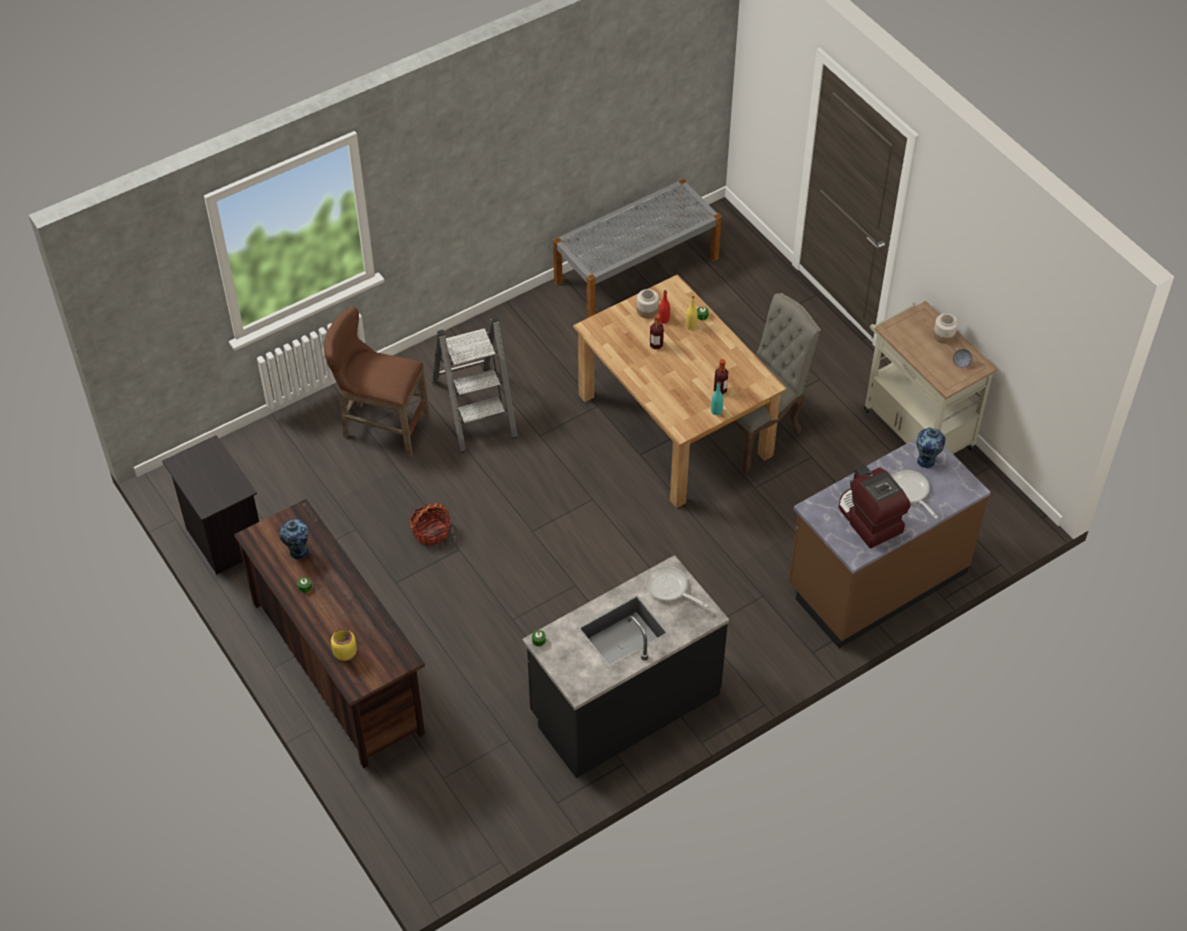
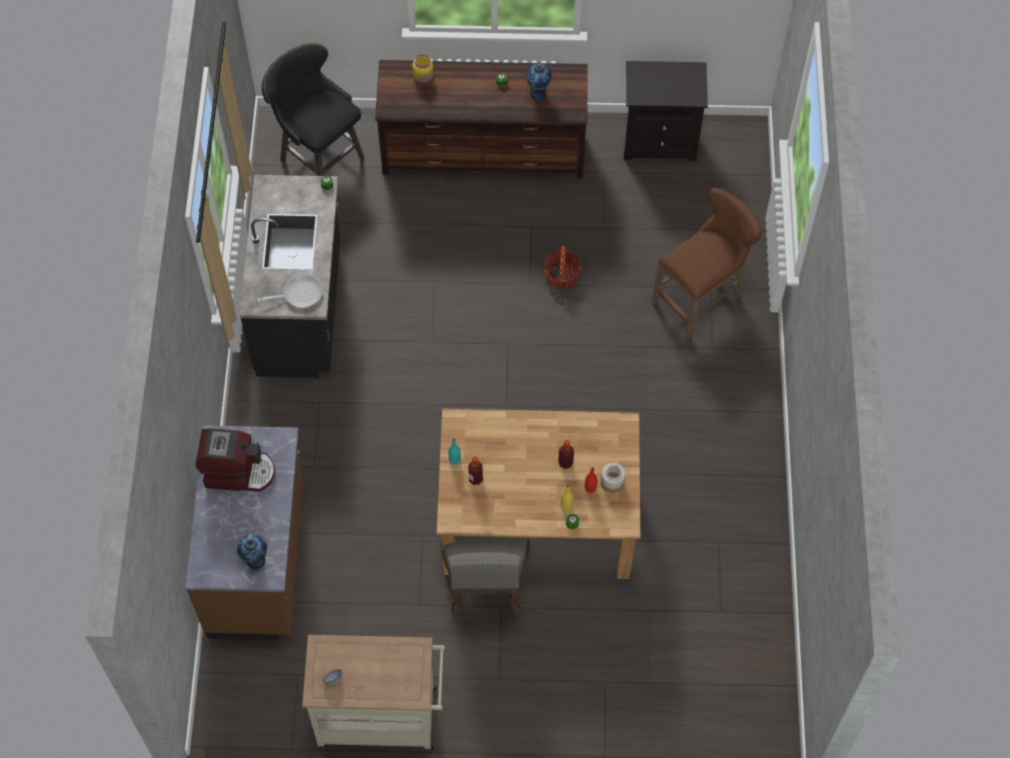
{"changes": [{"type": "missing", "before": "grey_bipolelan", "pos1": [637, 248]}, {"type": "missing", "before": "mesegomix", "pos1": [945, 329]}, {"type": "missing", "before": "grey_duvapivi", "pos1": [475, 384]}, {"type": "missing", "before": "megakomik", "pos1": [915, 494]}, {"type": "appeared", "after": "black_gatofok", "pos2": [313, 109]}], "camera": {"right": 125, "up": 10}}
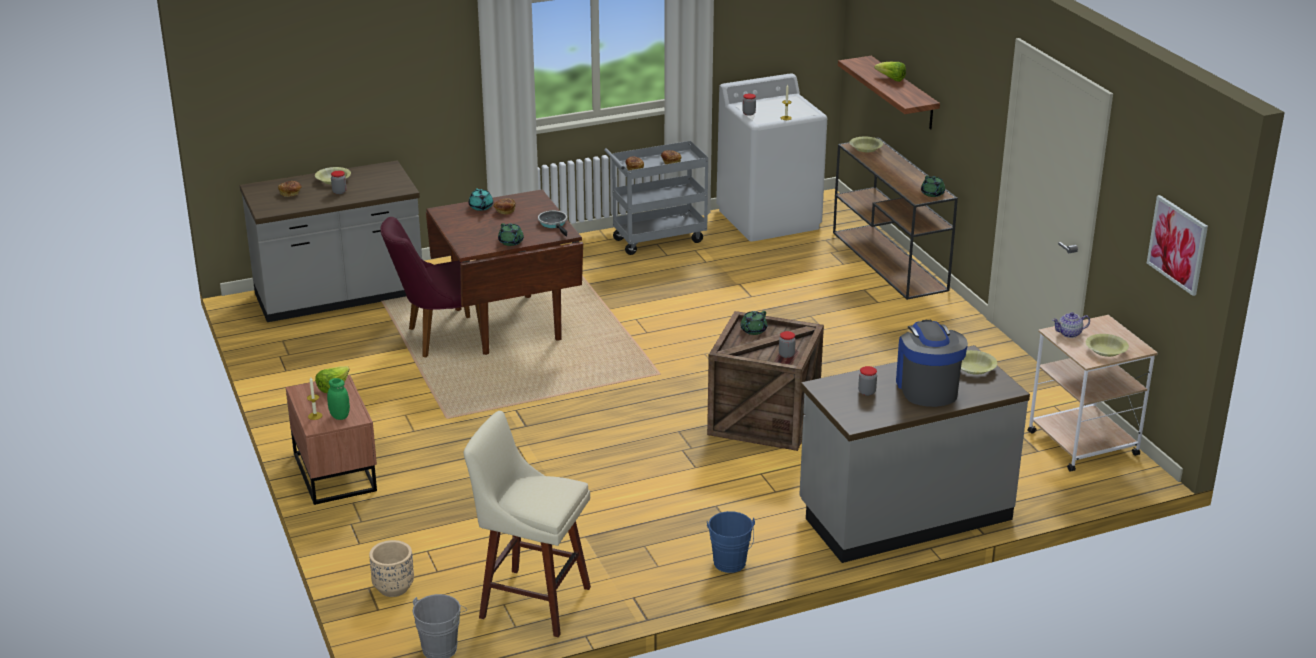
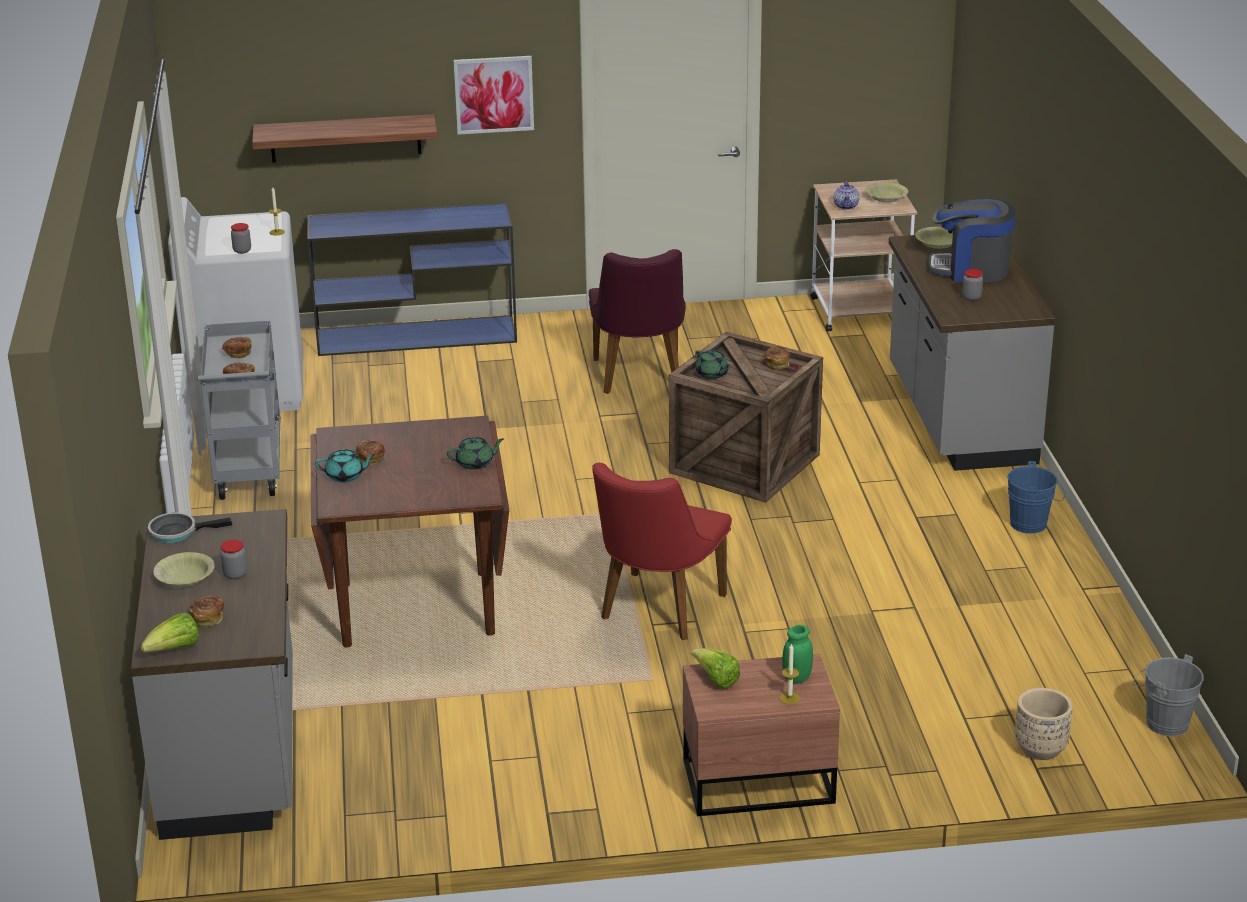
{"changes": [{"type": "relocated", "before": "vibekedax", "pos1": [890, 72], "pos2": [169, 632]}, {"type": "colour", "before": "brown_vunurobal", "after": "blue_vunurobal", "pos1": [895, 218], "pos2": [412, 279]}, {"type": "missing", "before": "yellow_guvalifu", "pos1": [866, 144]}, {"type": "missing", "before": "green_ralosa", "pos1": [933, 186]}, {"type": "relocated", "before": "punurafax", "pos1": [1177, 245], "pos2": [494, 95]}, {"type": "relocated", "before": "megakomik", "pos1": [552, 224], "pos2": [190, 527]}, {"type": "relocated", "before": "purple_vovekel", "pos1": [431, 287], "pos2": [637, 321]}, {"type": "exchanged", "before": "mesegomix", "after": "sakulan", "pos1": [787, 344], "pos2": [777, 358]}, {"type": "missing", "before": "beige_gatofok", "pos1": [527, 524]}, {"type": "appeared", "after": "red_vovekel", "pos2": [662, 551]}], "camera": {"right": -75, "up": 0}}
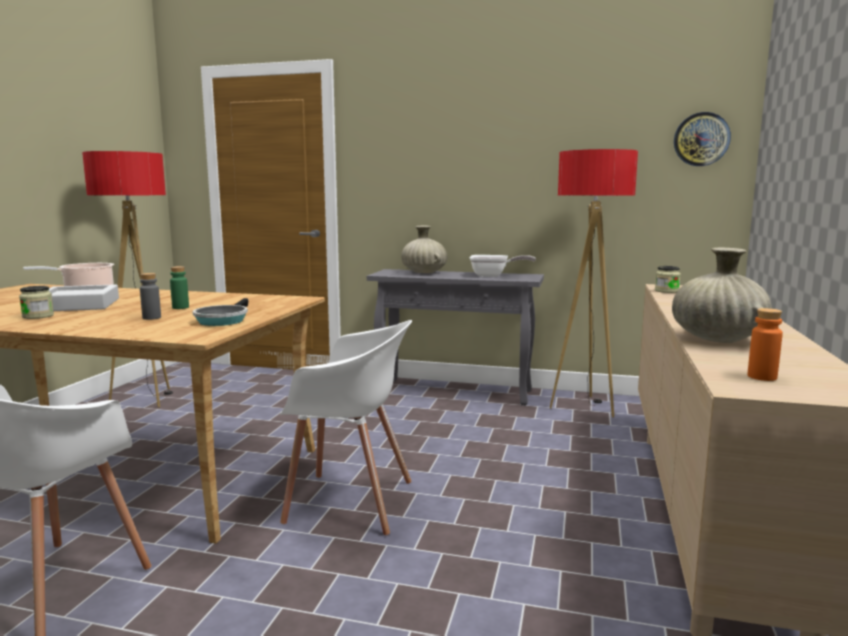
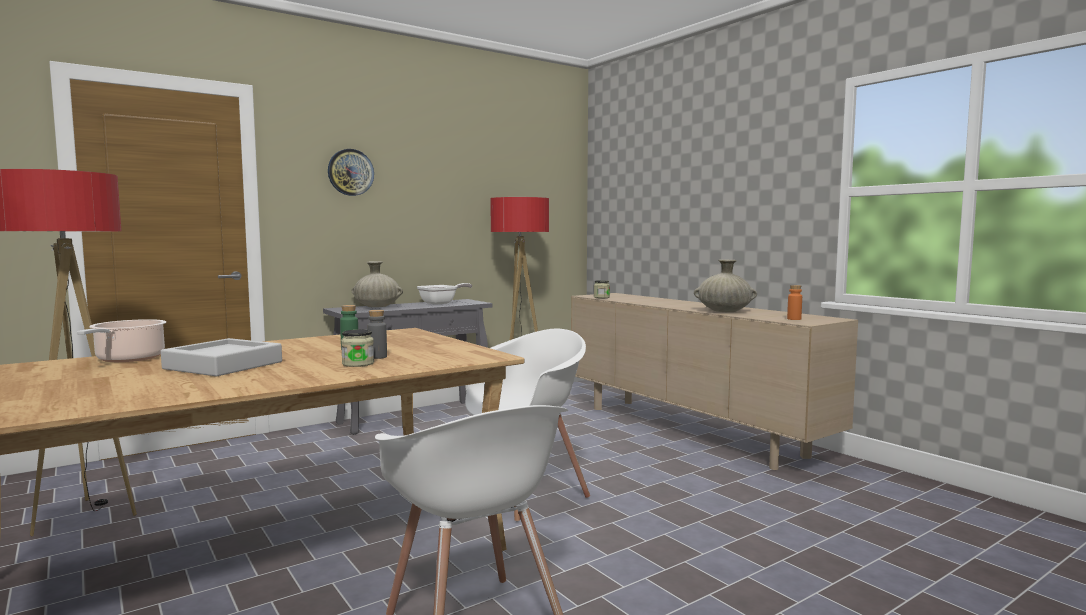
{"changes": [{"type": "relocated", "before": "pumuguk", "pos1": [702, 139], "pos2": [351, 172]}, {"type": "relocated", "before": "mesegomix", "pos1": [36, 302], "pos2": [357, 348]}, {"type": "missing", "before": "megakomik", "pos1": [221, 312]}], "camera": {"right": -50, "up": -5}}
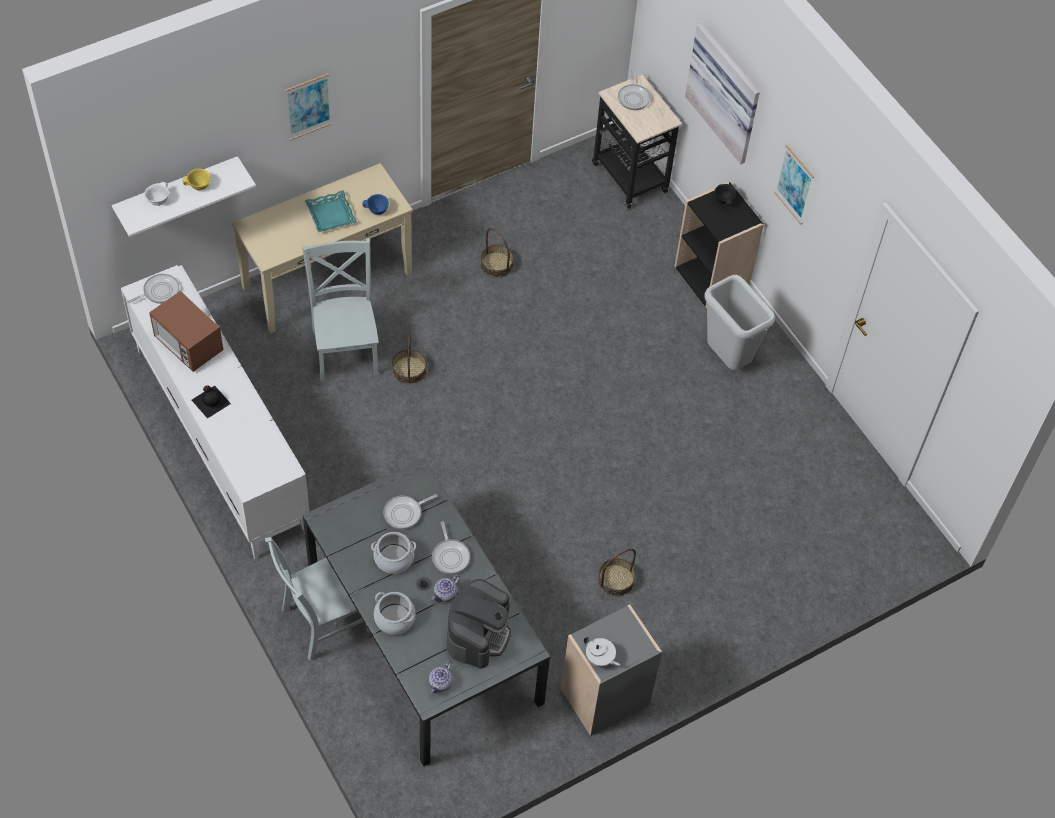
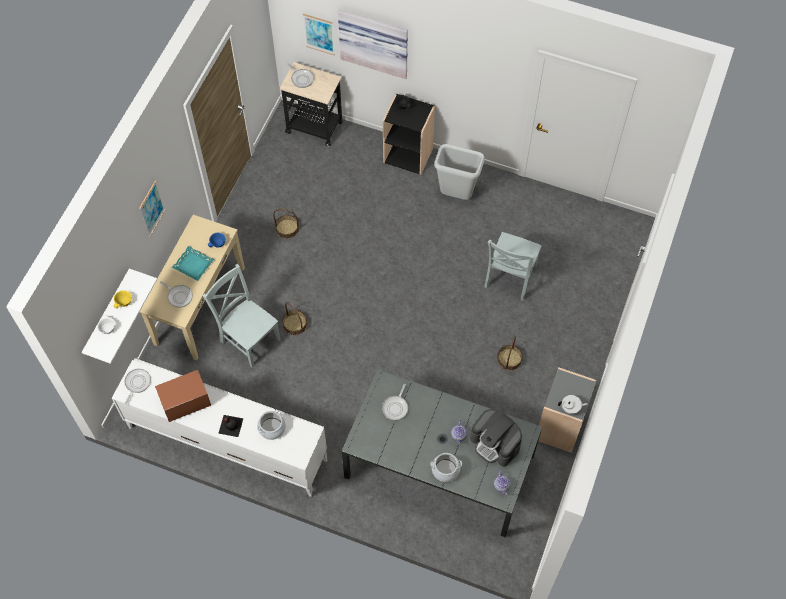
{"changes": [{"type": "relocated", "before": "punurafax", "pos1": [794, 185], "pos2": [319, 34]}, {"type": "spun", "before": "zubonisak", "pos1": [186, 331], "pos2": [183, 396], "turn": 150}, {"type": "relocated", "before": "megakomik", "pos1": [451, 547], "pos2": [176, 294]}, {"type": "relocated", "before": "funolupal", "pos1": [393, 553], "pos2": [271, 425]}, {"type": "relocated", "before": "grey_vovekel", "pos1": [317, 599], "pos2": [513, 266]}, {"type": "spun", "before": "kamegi", "pos1": [479, 624], "pos2": [496, 438], "turn": 150}], "camera": {"right": -35, "up": 5}}
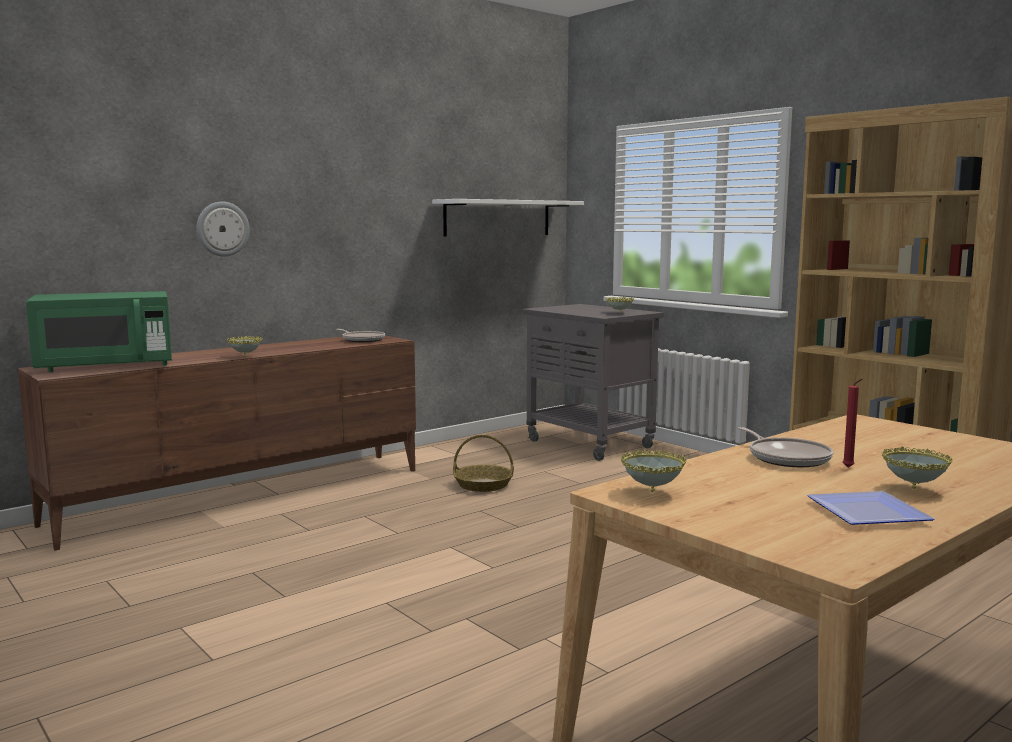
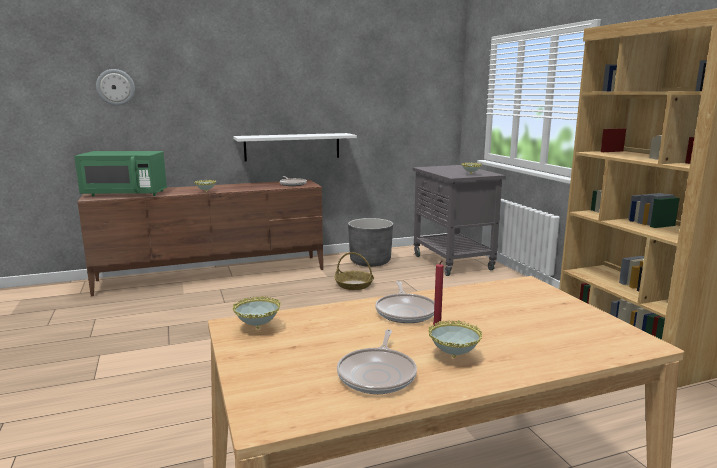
{"changes": [{"type": "relocated", "before": "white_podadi", "pos1": [508, 218], "pos2": [295, 147]}, {"type": "relocated", "before": "pumuguk", "pos1": [223, 229], "pos2": [115, 87]}, {"type": "exchanged", "before": "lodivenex", "after": "megakomik", "pos1": [870, 508], "pos2": [377, 361]}, {"type": "appeared", "after": "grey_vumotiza", "pos2": [370, 242]}], "camera": {"right": 20, "up": 5}}
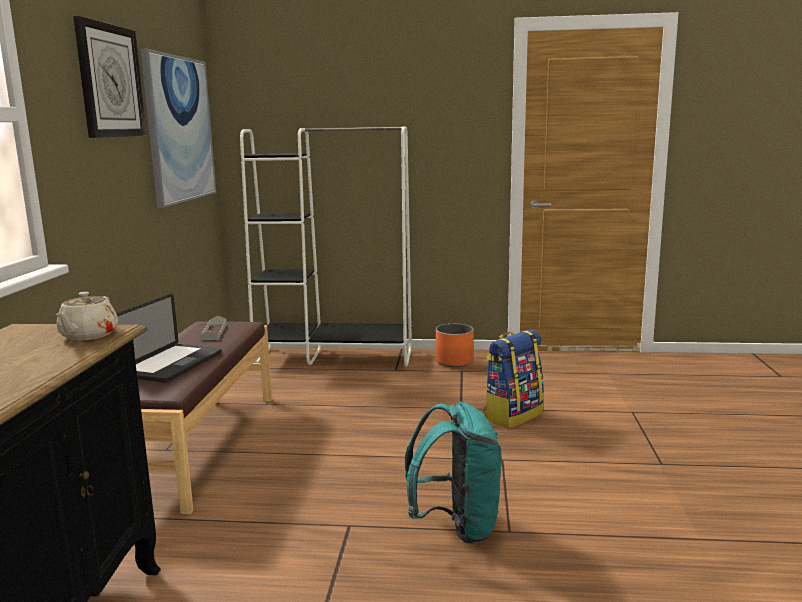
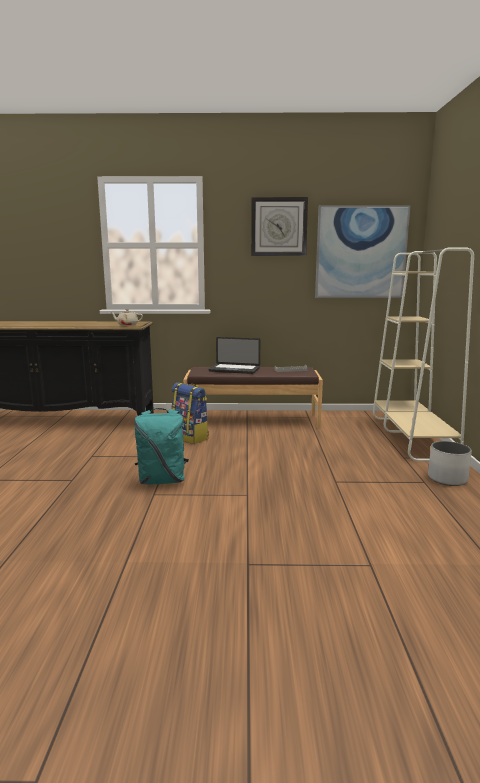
{"changes": [{"type": "colour", "before": "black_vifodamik", "after": "beige_vifodamik", "pos1": [326, 246], "pos2": [423, 354]}, {"type": "colour", "before": "orange_vumotiza", "after": "white_vumotiza", "pos1": [454, 345], "pos2": [450, 463]}, {"type": "relocated", "before": "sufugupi", "pos1": [514, 379], "pos2": [190, 413]}], "camera": {"right": 85, "up": 0}}
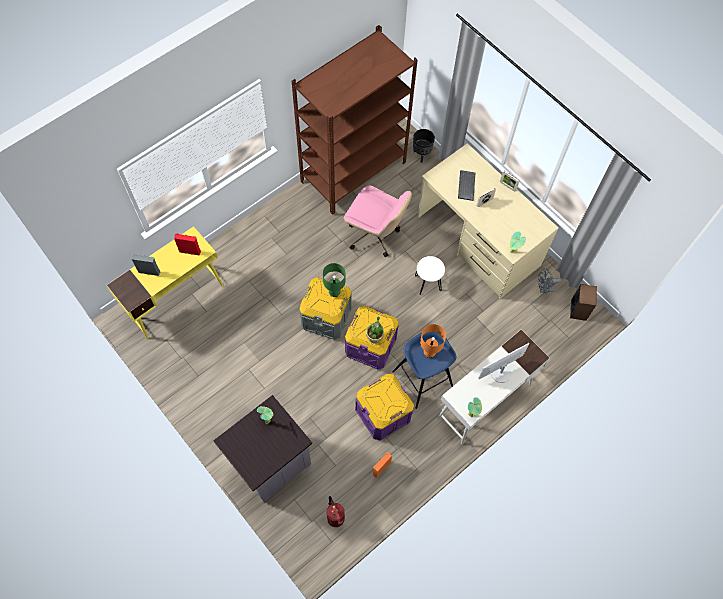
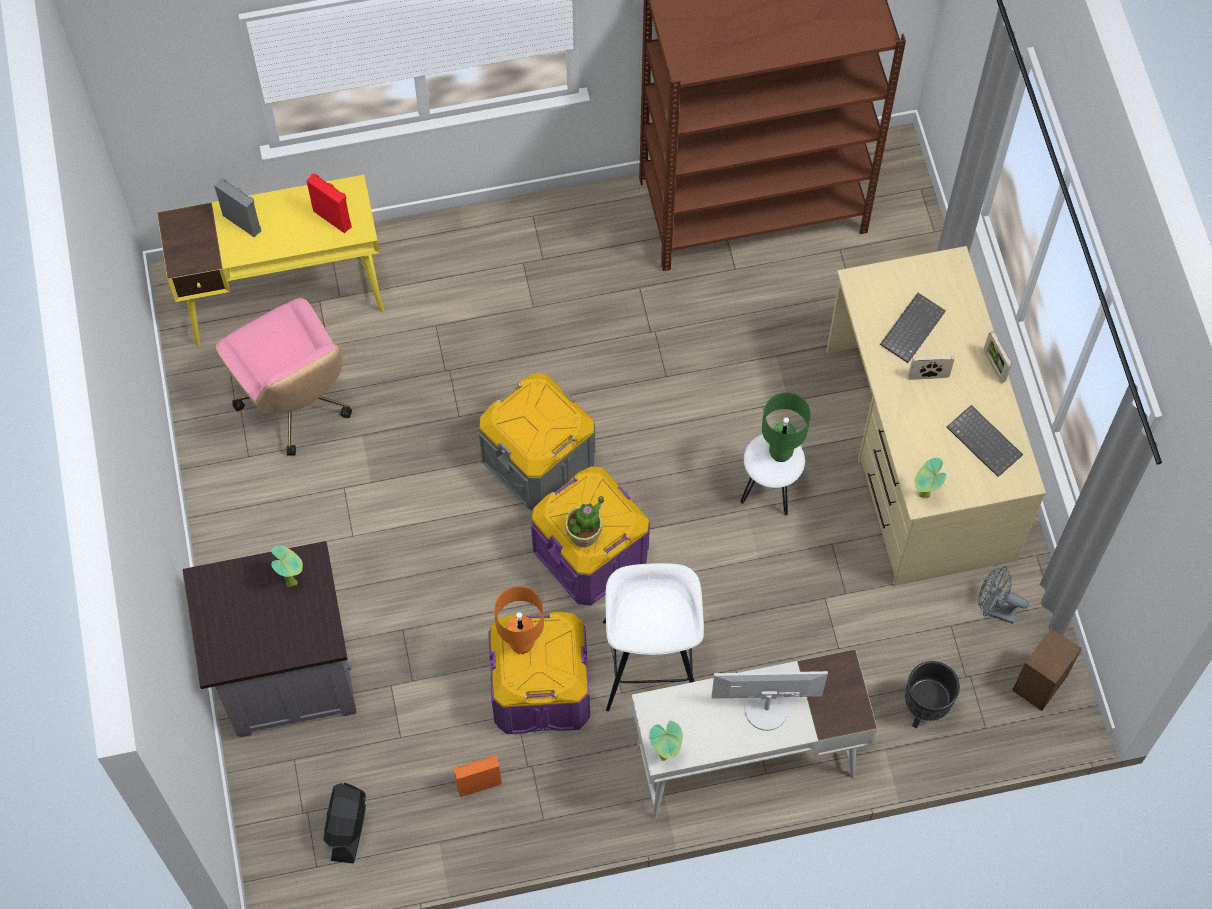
{"changes": [{"type": "relocated", "before": "black_vumotiza", "pos1": [424, 146], "pos2": [932, 695]}, {"type": "relocated", "before": "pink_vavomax", "pos1": [378, 221], "pos2": [284, 377]}, {"type": "relocated", "before": "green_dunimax", "pos1": [334, 280], "pos2": [786, 427]}, {"type": "relocated", "before": "orange_dunimax", "pos1": [433, 341], "pos2": [519, 620]}, {"type": "colour", "before": "blue_gatofok", "after": "white_gatofok", "pos1": [425, 370], "pos2": [653, 637]}, {"type": "exchanged", "before": "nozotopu", "after": "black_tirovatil", "pos1": [336, 511], "pos2": [344, 823]}, {"type": "appeared", "after": "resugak", "pos2": [985, 441]}], "camera": {"right": 30, "up": 0}}
